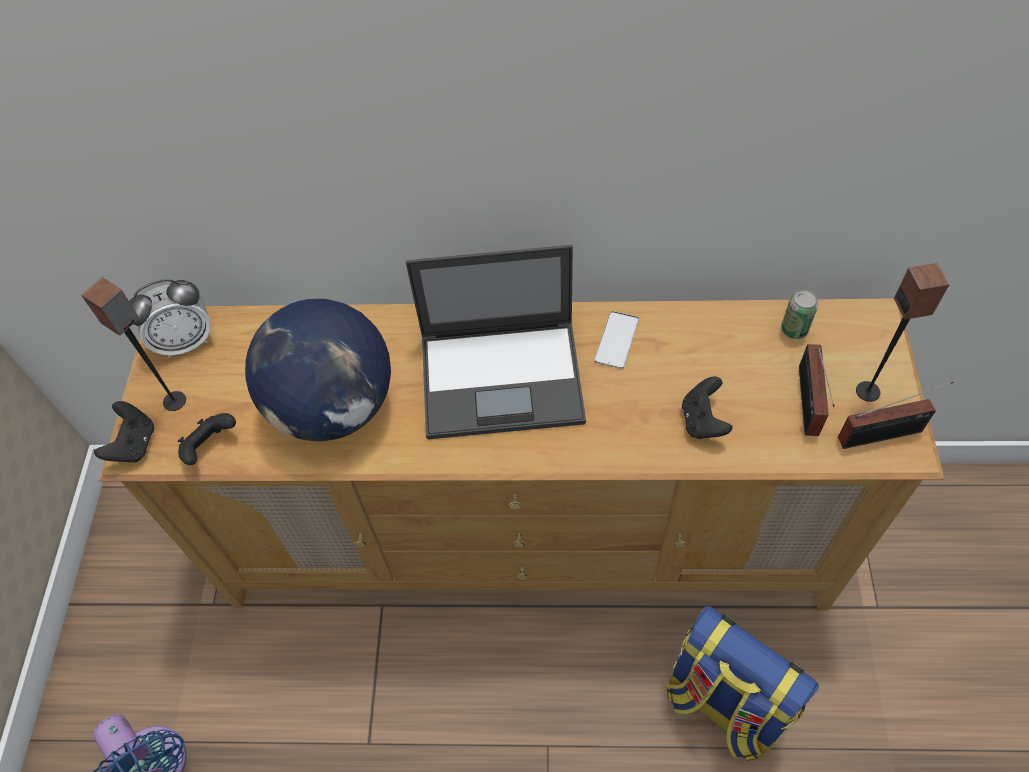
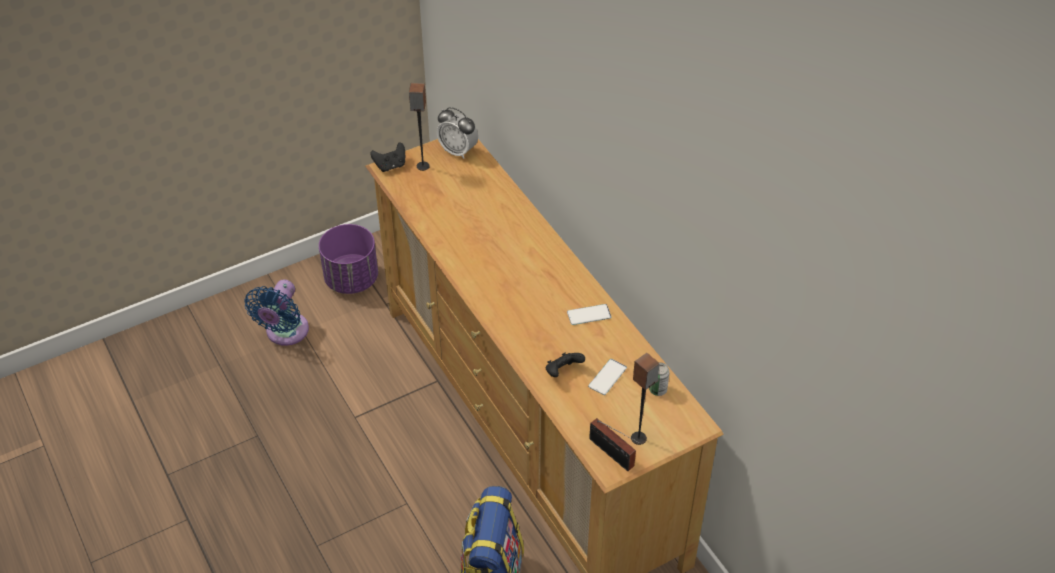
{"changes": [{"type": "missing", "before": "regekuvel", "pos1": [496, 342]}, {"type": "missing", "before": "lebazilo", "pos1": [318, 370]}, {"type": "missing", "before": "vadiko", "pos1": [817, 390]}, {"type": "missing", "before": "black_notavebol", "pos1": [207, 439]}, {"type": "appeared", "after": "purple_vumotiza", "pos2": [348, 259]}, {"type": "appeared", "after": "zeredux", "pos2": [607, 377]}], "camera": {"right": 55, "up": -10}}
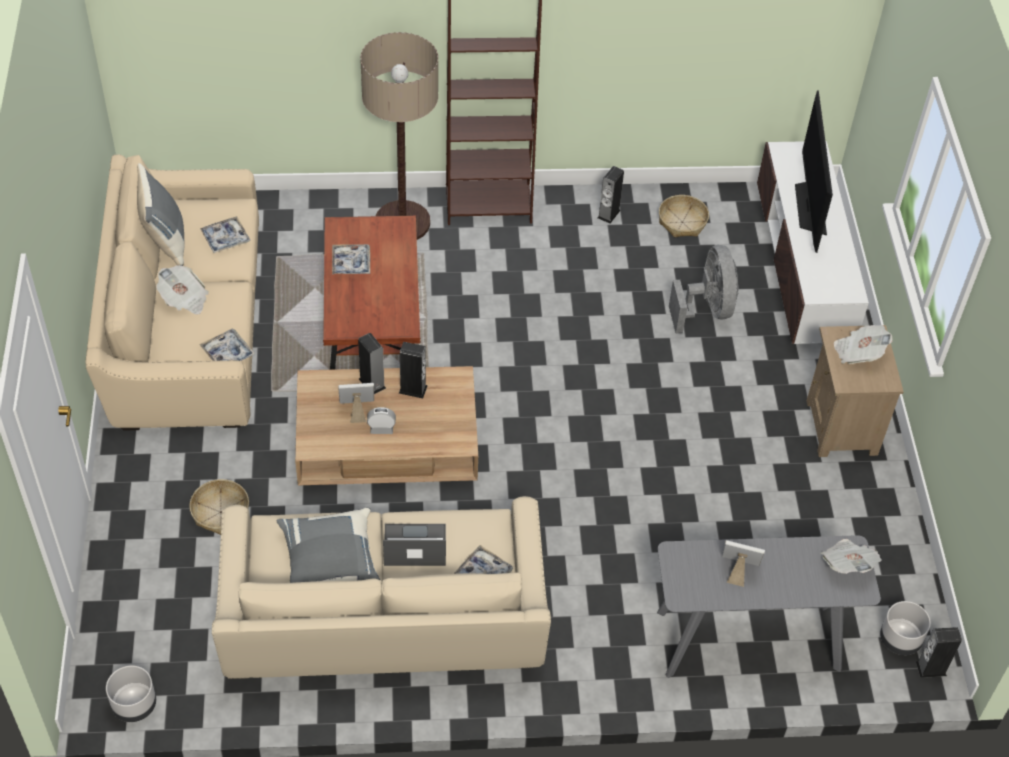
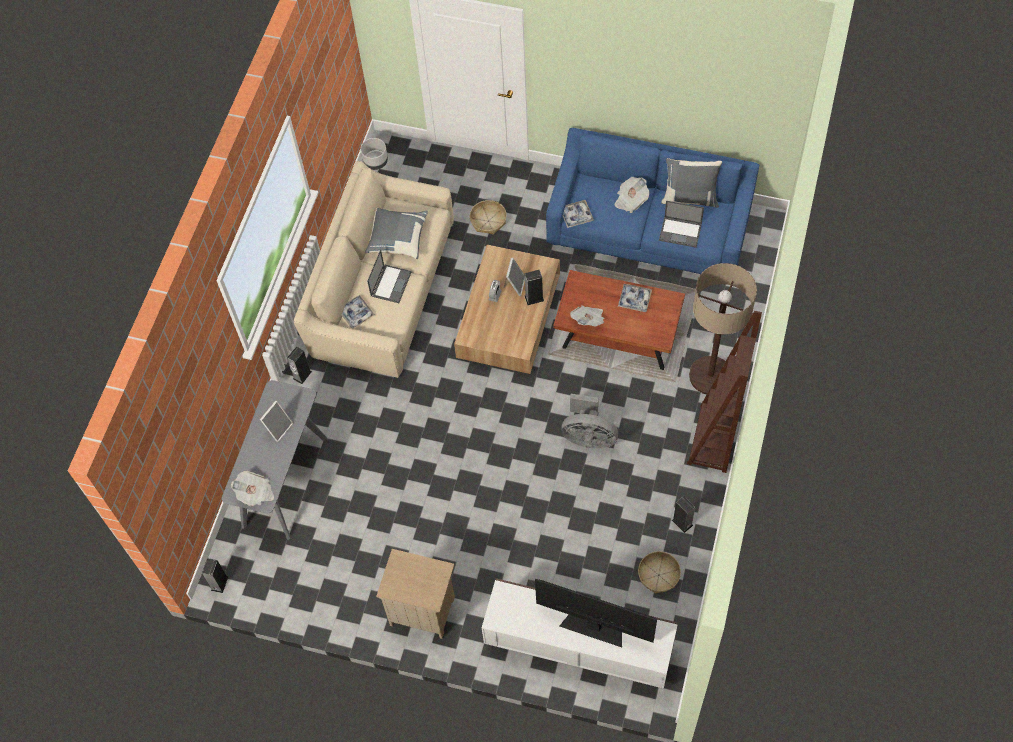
{"changes": [{"type": "colour", "before": "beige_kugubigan", "after": "blue_kugubigan", "pos1": [172, 292], "pos2": [652, 201]}, {"type": "exchanged", "before": "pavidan", "after": "regekuvel", "pos1": [225, 234], "pos2": [681, 224]}, {"type": "relocated", "before": "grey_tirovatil", "pos1": [704, 289], "pos2": [590, 421]}, {"type": "relocated", "before": "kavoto", "pos1": [863, 344], "pos2": [587, 316]}, {"type": "relocated", "before": "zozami", "pos1": [413, 370], "pos2": [299, 365]}, {"type": "missing", "before": "grey_vumotiza", "pos1": [905, 628]}], "camera": {"right": 115, "up": 10}}
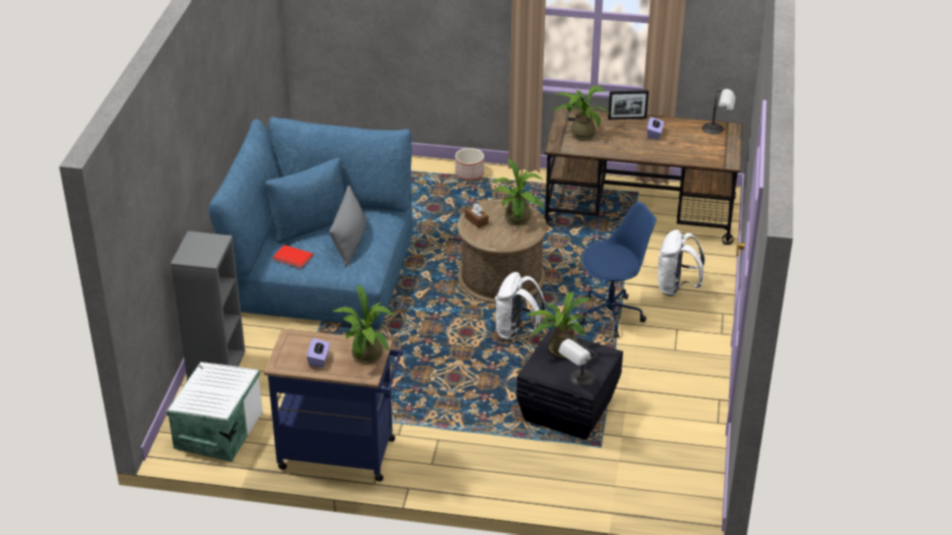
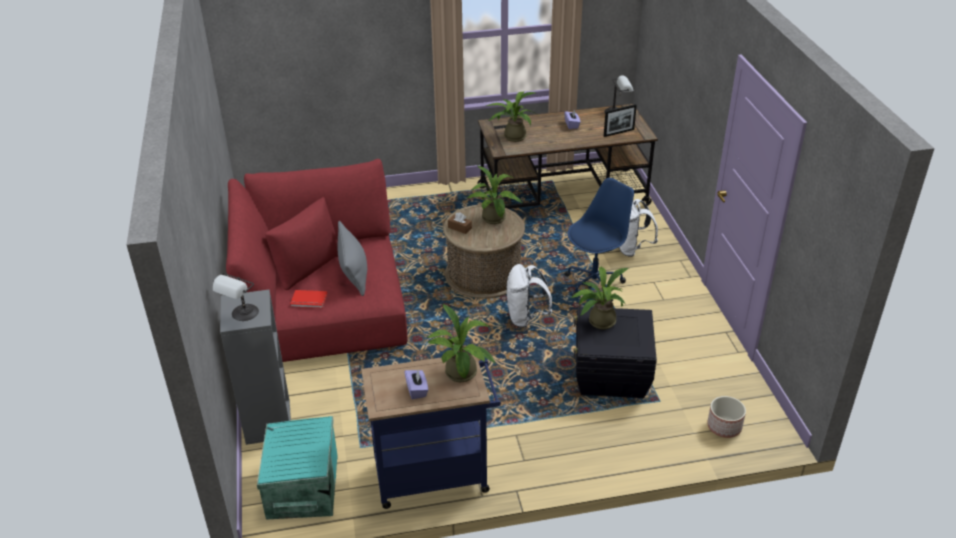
{"changes": [{"type": "relocated", "before": "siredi", "pos1": [628, 105], "pos2": [620, 120]}, {"type": "colour", "before": "blue_kugubigan", "after": "red_kugubigan", "pos1": [310, 222], "pos2": [316, 260]}, {"type": "relocated", "before": "vumotiza", "pos1": [469, 164], "pos2": [726, 417]}, {"type": "relocated", "before": "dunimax", "pos1": [578, 361], "pos2": [236, 297]}, {"type": "colour", "before": "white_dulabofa", "after": "turquoise_dulabofa", "pos1": [214, 412], "pos2": [297, 468]}], "camera": {"right": -20, "up": 0}}
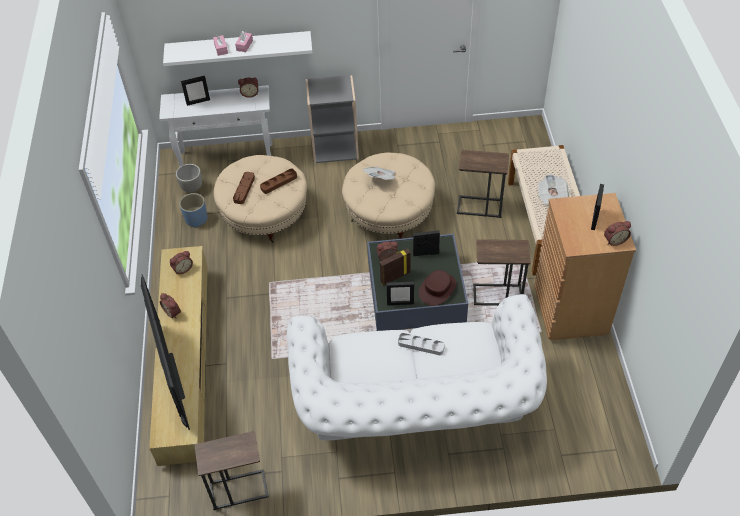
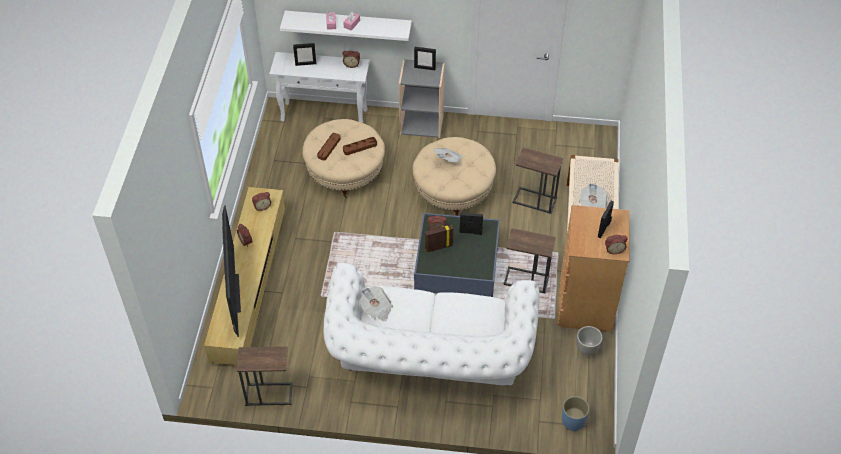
{"changes": [{"type": "relocated", "before": "grey_vumotiza", "pos1": [189, 178], "pos2": [589, 341]}, {"type": "relocated", "before": "blue_vumotiza", "pos1": [193, 210], "pos2": [575, 413]}, {"type": "missing", "before": "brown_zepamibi", "pos1": [438, 288]}, {"type": "relocated", "before": "siredi", "pos1": [400, 293], "pos2": [425, 58]}, {"type": "missing", "before": "grey_pavidan", "pos1": [421, 344]}, {"type": "appeared", "after": "kavoto", "pos2": [376, 303]}], "camera": {"right": 10, "up": 0}}
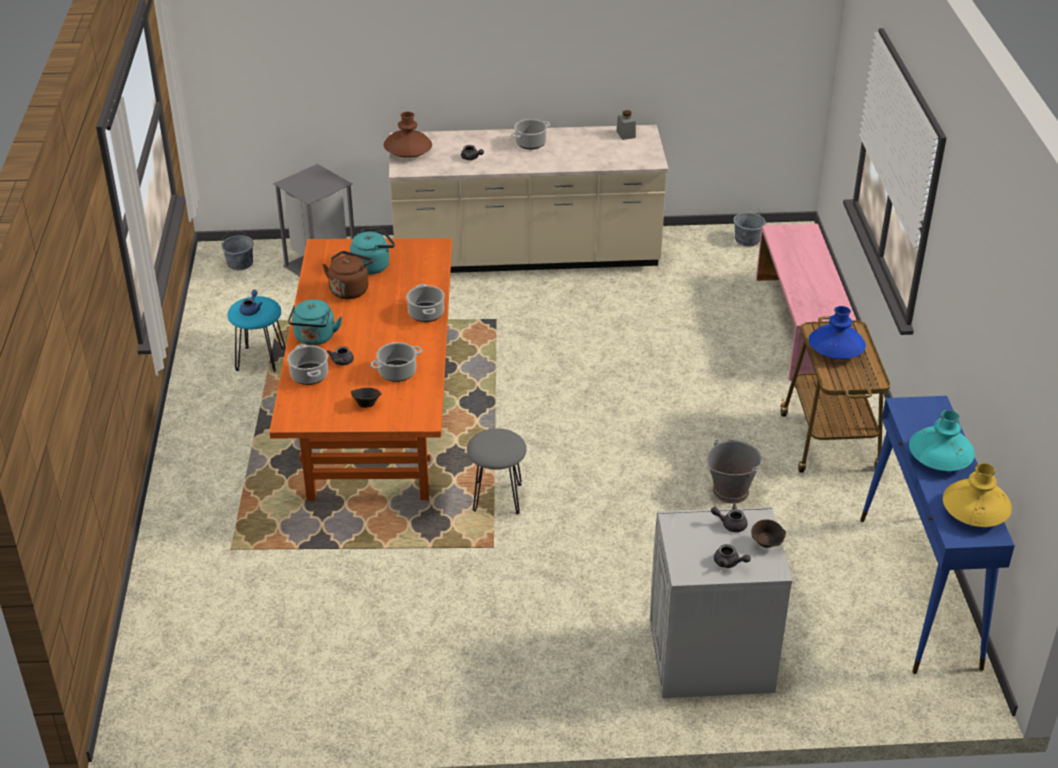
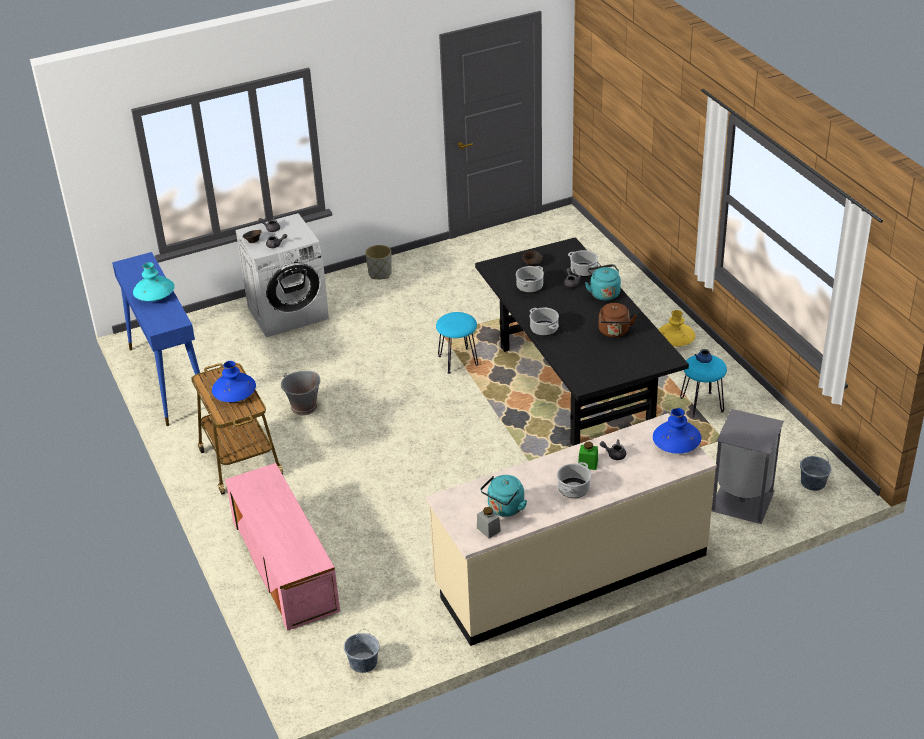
{"changes": [{"type": "colour", "before": "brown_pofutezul", "after": "blue_pofutezul", "pos1": [408, 135], "pos2": [677, 431]}, {"type": "relocated", "before": "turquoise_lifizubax", "pos1": [372, 251], "pos2": [503, 496]}, {"type": "colour", "before": "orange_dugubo", "after": "black_dugubo", "pos1": [360, 369], "pos2": [582, 341]}, {"type": "colour", "before": "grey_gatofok", "after": "turquoise_gatofok", "pos1": [497, 471], "pos2": [457, 343]}, {"type": "relocated", "before": "yellow_pofutezul", "pos1": [977, 495], "pos2": [676, 328]}, {"type": "appeared", "after": "grey_vumotiza", "pos2": [378, 262]}, {"type": "appeared", "after": "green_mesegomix", "pos2": [588, 456]}], "camera": {"right": 160, "up": 0}}
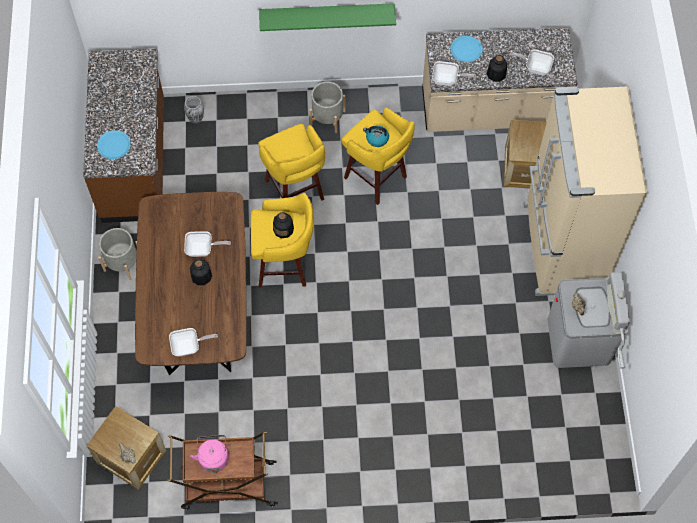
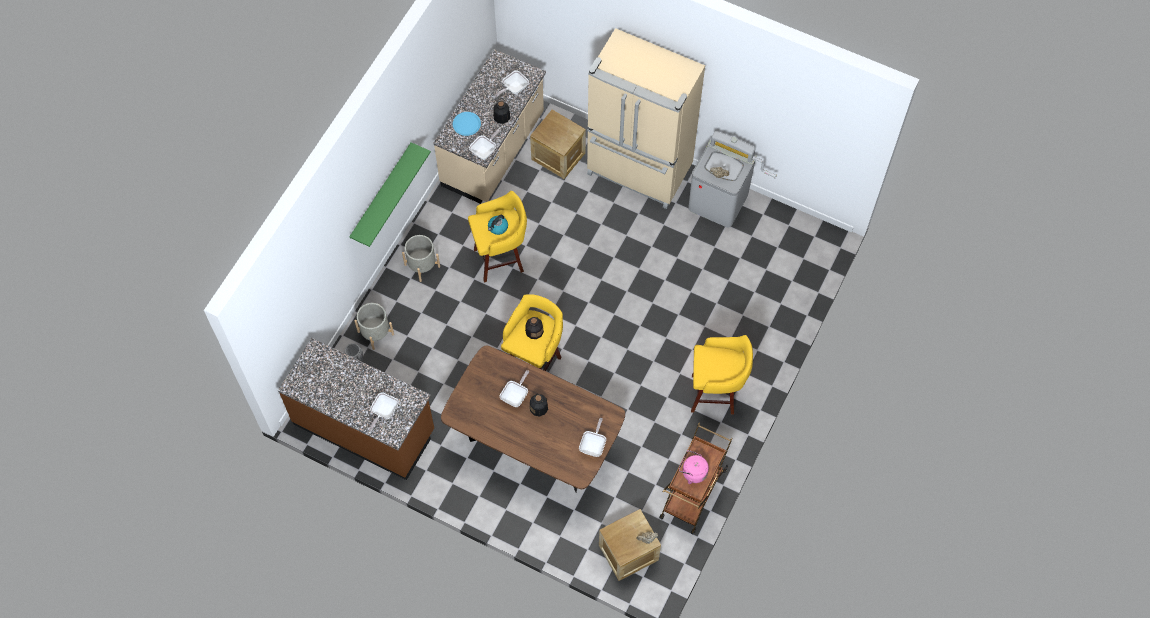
{"changes": [{"type": "relocated", "before": "yellow_gatofok", "pos1": [291, 162], "pos2": [722, 375]}, {"type": "exchanged", "before": "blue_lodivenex", "after": "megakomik", "pos1": [114, 144], "pos2": [384, 411]}, {"type": "relocated", "before": "grey_vumotiza", "pos1": [117, 254], "pos2": [374, 326]}], "camera": {"right": -60, "up": 0}}
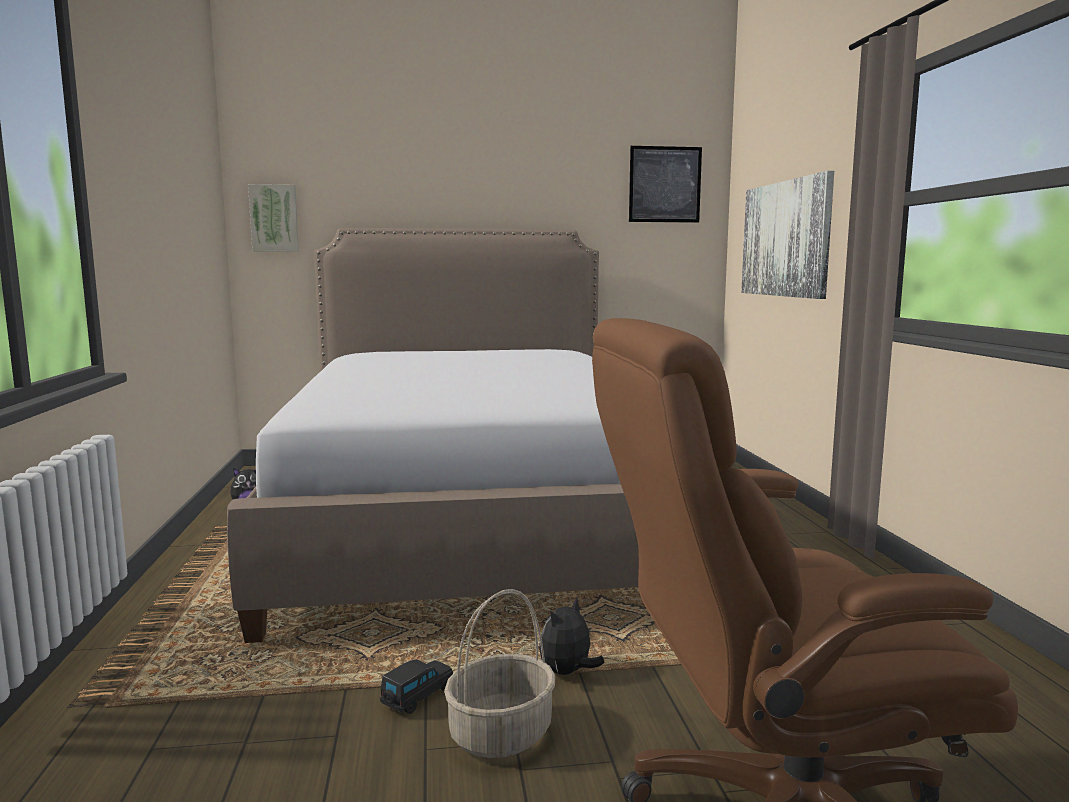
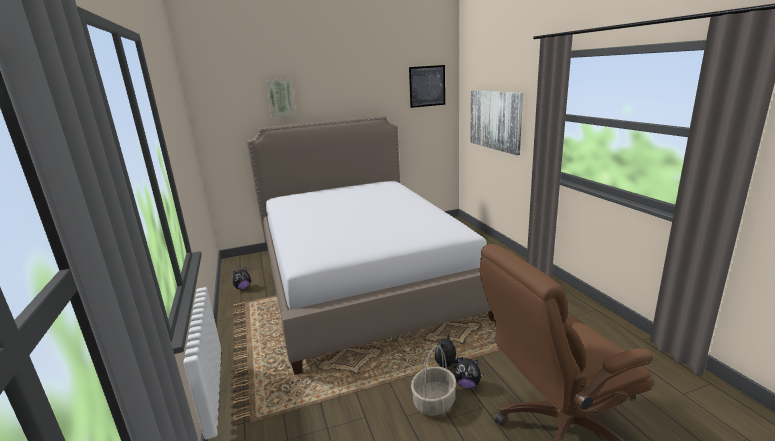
{"changes": [{"type": "relocated", "before": "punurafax", "pos1": [273, 218], "pos2": [281, 98]}, {"type": "missing", "before": "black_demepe", "pos1": [416, 686]}, {"type": "appeared", "after": "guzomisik", "pos2": [469, 372]}], "camera": {"right": -10, "up": 10}}
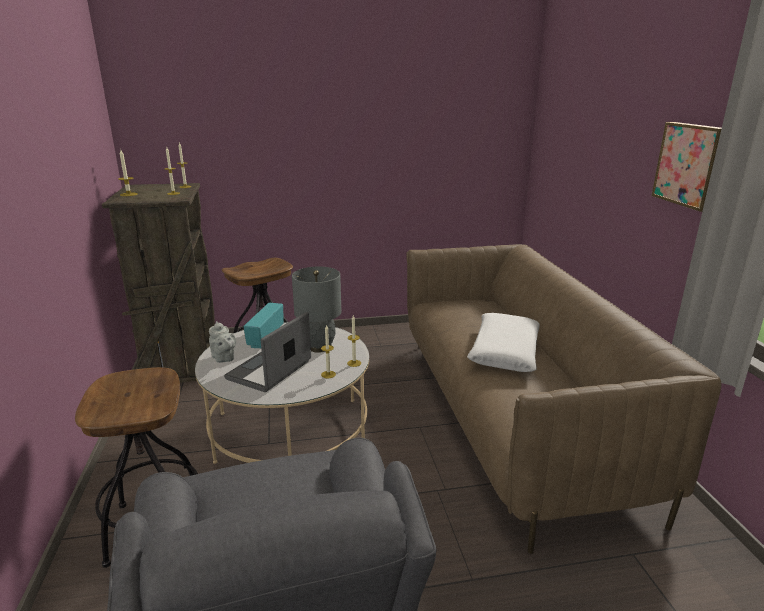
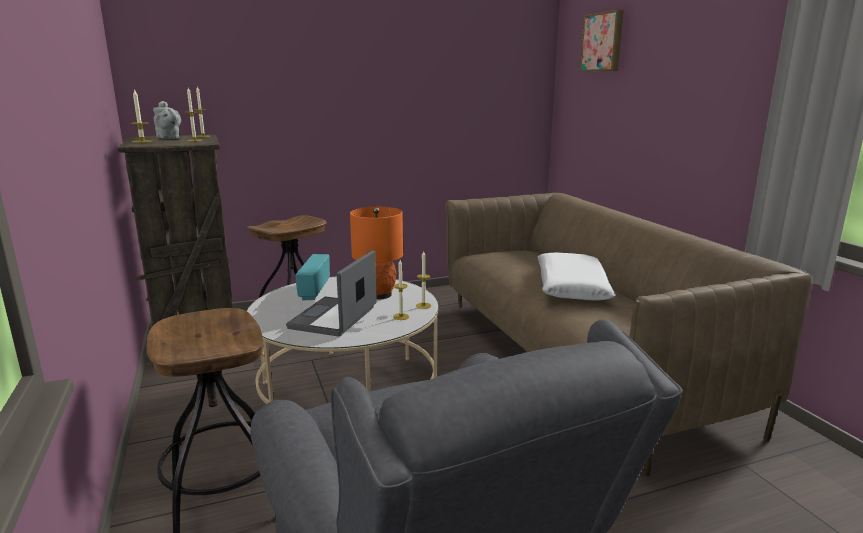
{"changes": [{"type": "relocated", "before": "punurafax", "pos1": [686, 167], "pos2": [602, 41]}, {"type": "colour", "before": "grey_dunimax", "after": "orange_dunimax", "pos1": [316, 309], "pos2": [376, 253]}, {"type": "relocated", "before": "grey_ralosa", "pos1": [222, 342], "pos2": [167, 119]}], "camera": {"right": -10, "up": -5}}
